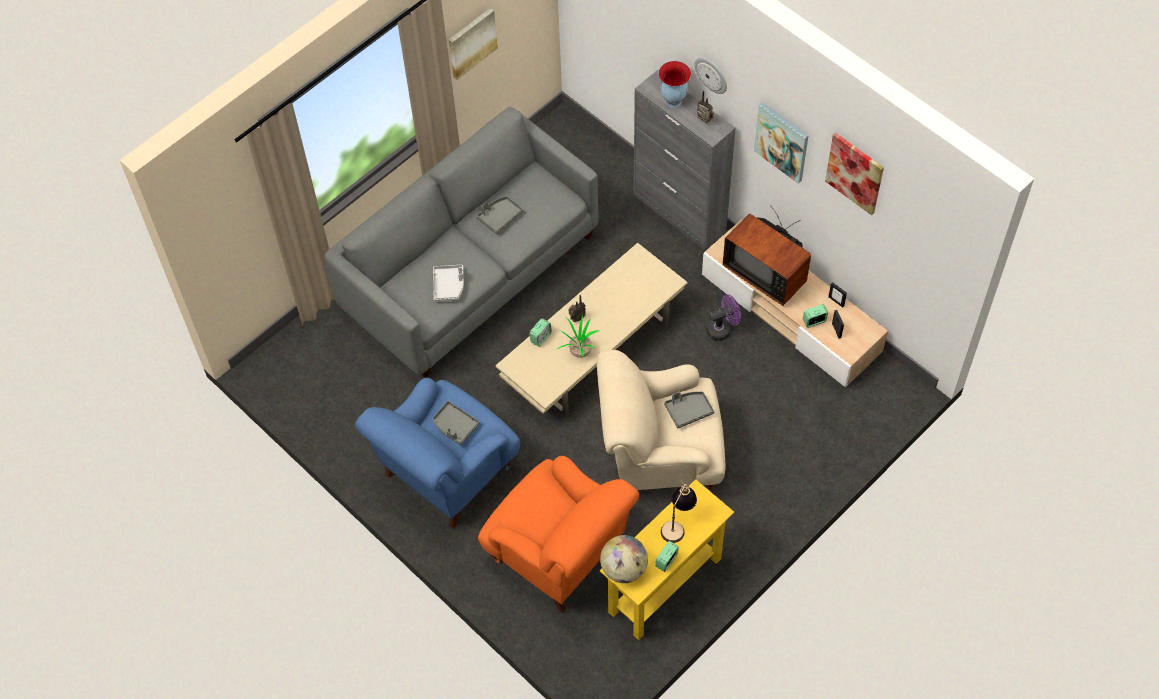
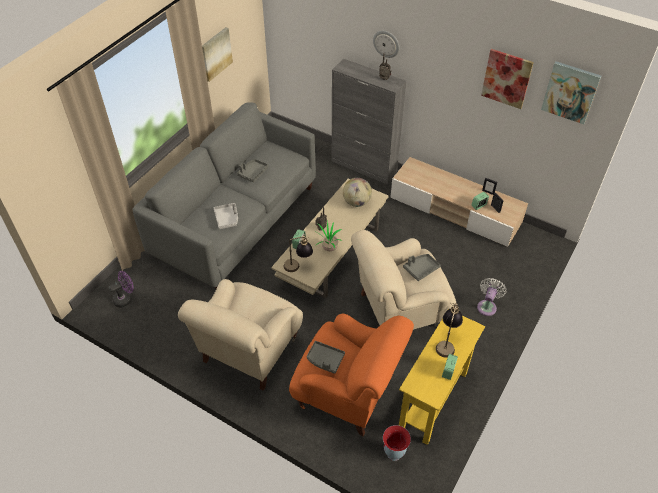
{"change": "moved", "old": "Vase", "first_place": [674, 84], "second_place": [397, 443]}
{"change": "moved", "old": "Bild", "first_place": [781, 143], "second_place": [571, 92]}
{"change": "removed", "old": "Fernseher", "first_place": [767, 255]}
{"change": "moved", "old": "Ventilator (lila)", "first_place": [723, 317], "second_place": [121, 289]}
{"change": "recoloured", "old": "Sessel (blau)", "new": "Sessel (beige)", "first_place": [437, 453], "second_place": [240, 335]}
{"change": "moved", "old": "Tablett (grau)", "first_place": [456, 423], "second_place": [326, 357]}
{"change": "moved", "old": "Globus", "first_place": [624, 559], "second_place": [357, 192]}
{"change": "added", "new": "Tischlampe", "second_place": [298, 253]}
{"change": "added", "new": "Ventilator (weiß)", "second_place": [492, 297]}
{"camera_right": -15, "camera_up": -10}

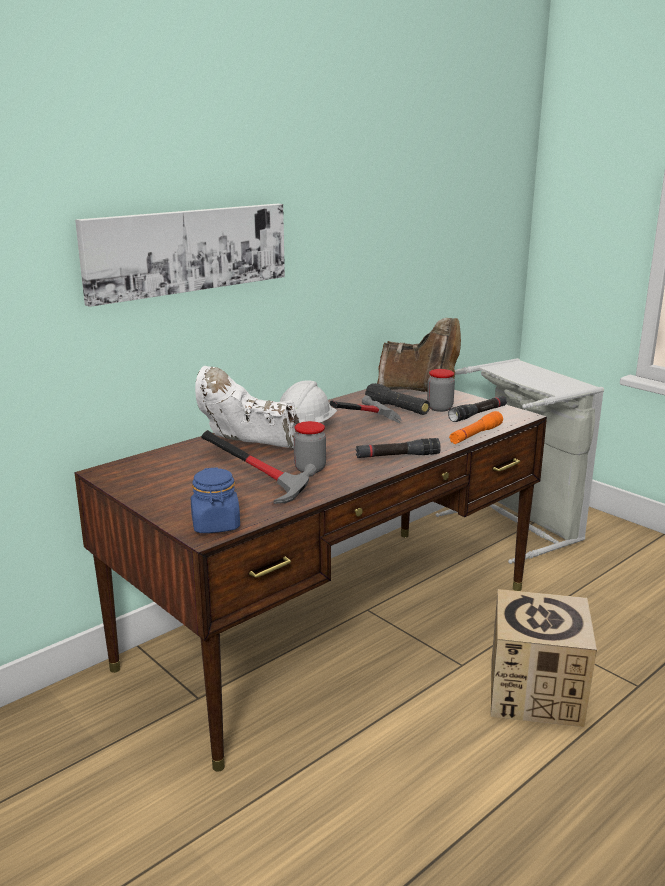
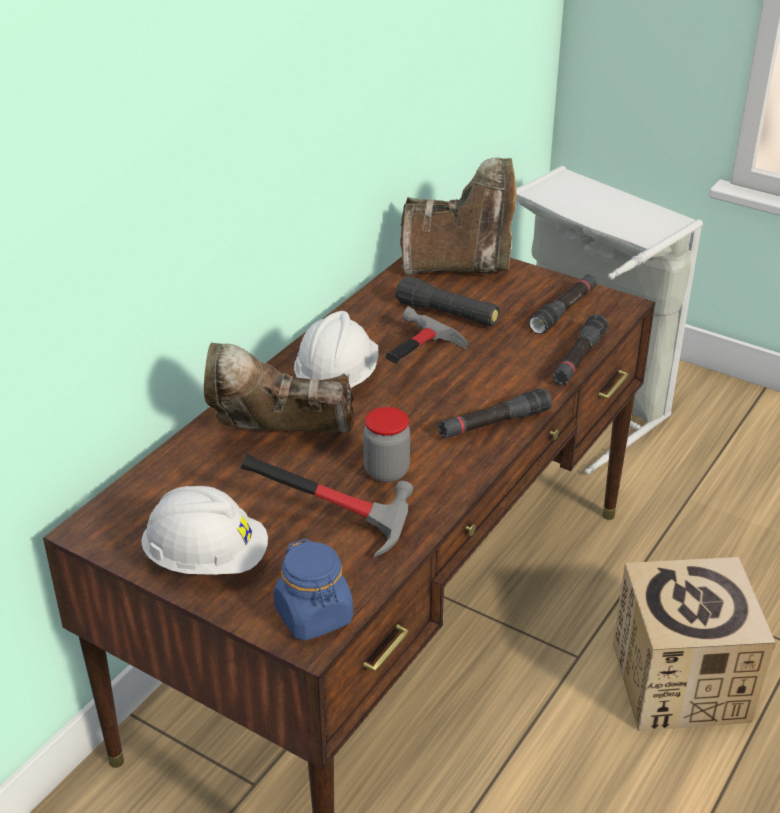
{"change": "removed", "old": "Bild", "first_place": [180, 255]}
{"change": "recoloured", "old": "Stiefel (weiß)", "new": "Stiefel (braun)", "first_place": [247, 407], "second_place": [279, 388]}
{"change": "removed", "old": "Vorratsglas", "first_place": [441, 390]}
{"change": "recoloured", "old": "Taschenlampe (orange)", "new": "Taschenlampe (schwarz)", "first_place": [476, 427], "second_place": [580, 350]}
{"change": "added", "new": "Schutzhelm (weiß)", "second_place": [204, 530]}
{"camera_right": -15, "camera_up": 15}

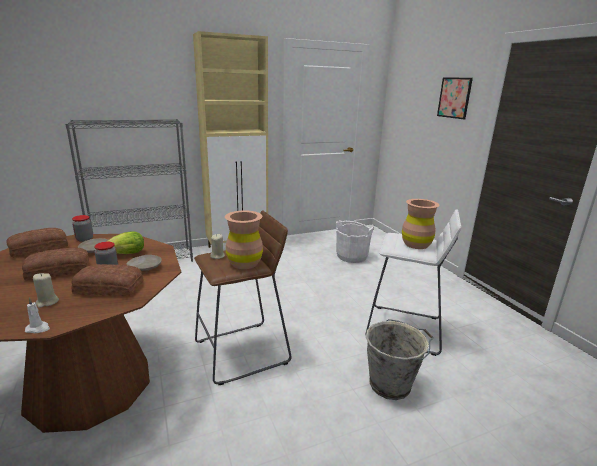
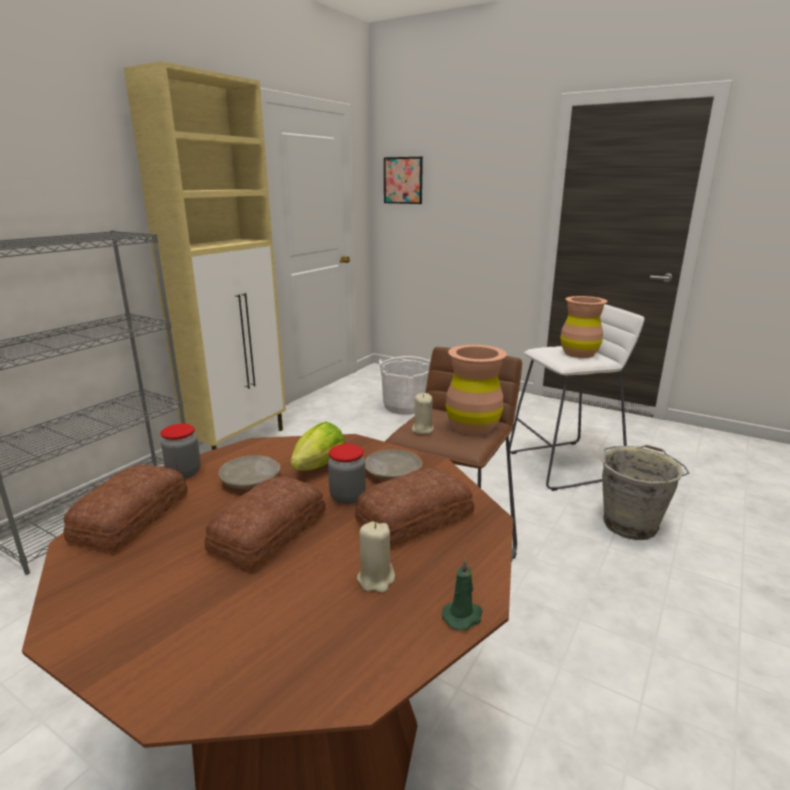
{"change": "moved", "old": "Bild", "first_place": [455, 98], "second_place": [403, 180]}
{"change": "recoloured", "old": "Kerze (weiß)", "new": "Kerze (grün)", "first_place": [37, 315], "second_place": [462, 594]}
{"camera_right": -35, "camera_up": 0}

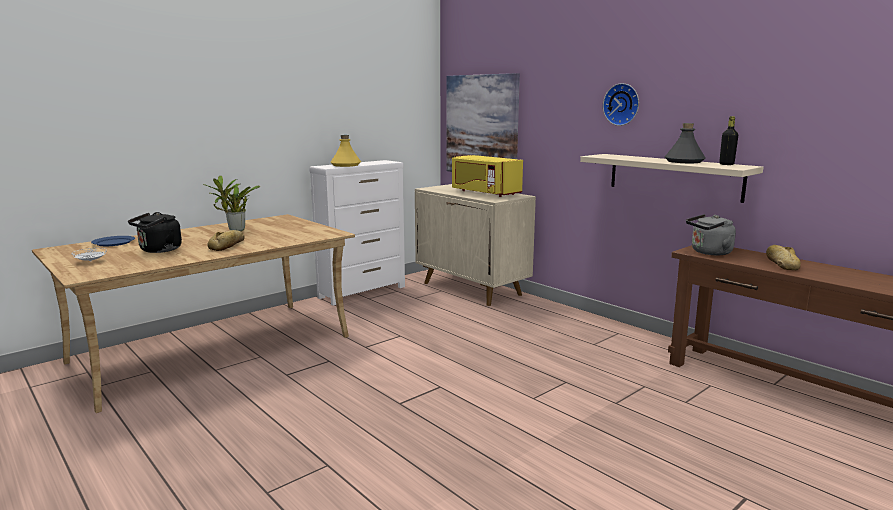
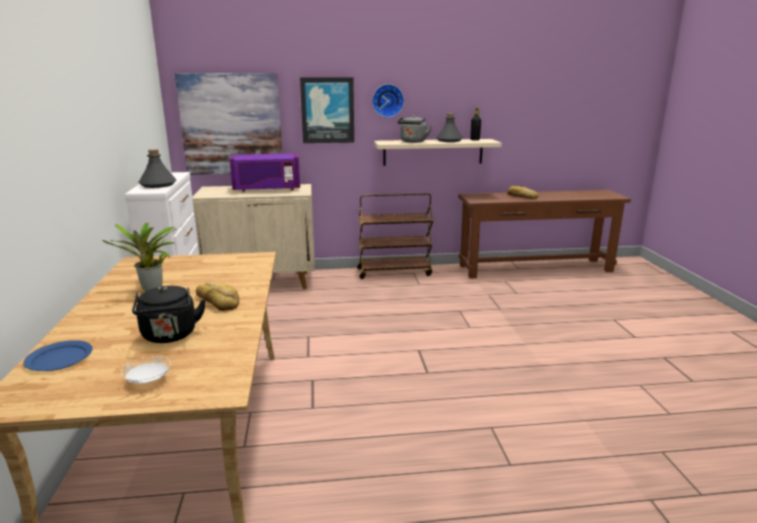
{"change": "recoloured", "old": "Flasche (gelb)", "new": "Flasche (grau)", "first_place": [346, 151], "second_place": [157, 168]}
{"change": "recoloured", "old": "Mikrowelle (gelb)", "new": "Mikrowelle (lila)", "first_place": [487, 176], "second_place": [265, 172]}
{"change": "moved", "old": "Wasserkessel (grau)", "first_place": [711, 234], "second_place": [414, 129]}
{"change": "added", "new": "Bild", "second_place": [327, 110]}
{"change": "added", "new": "Rollwagen (braun)", "second_place": [395, 236]}
{"camera_right": -55, "camera_up": 5}

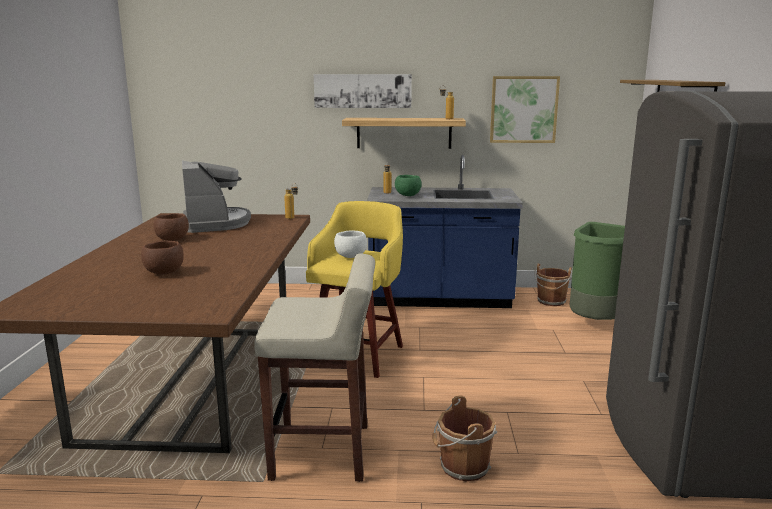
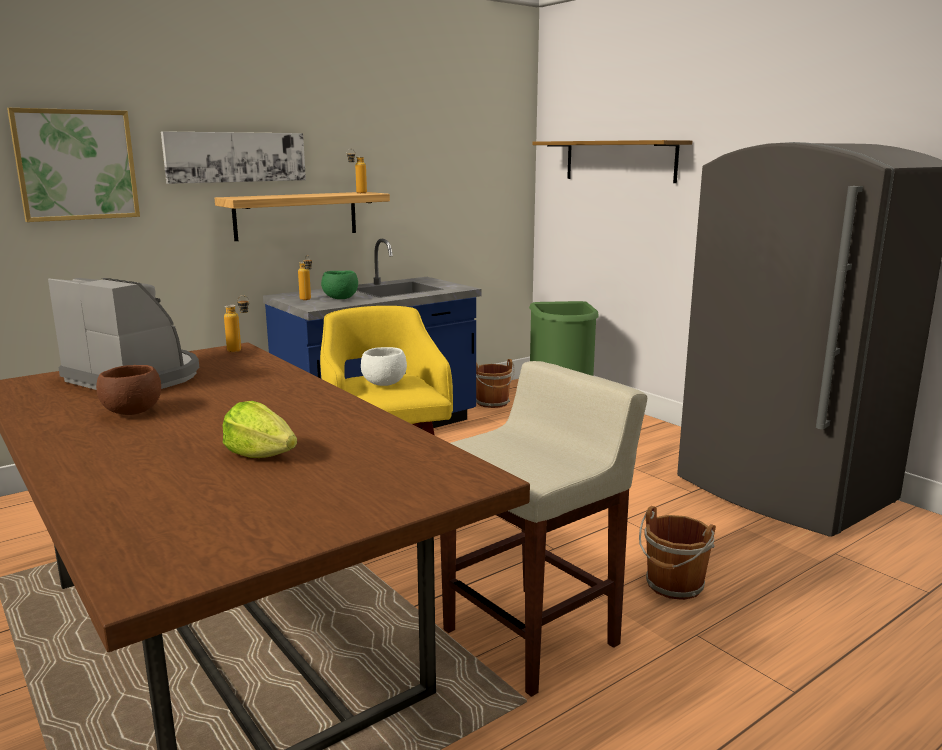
{"change": "moved", "old": "Bild", "first_place": [525, 109], "second_place": [73, 165]}
{"change": "replaced", "old": "Schüssel (braun)", "new": "Salatkopf", "first_place": [162, 258], "second_place": [259, 429]}
{"camera_right": -40, "camera_up": 0}

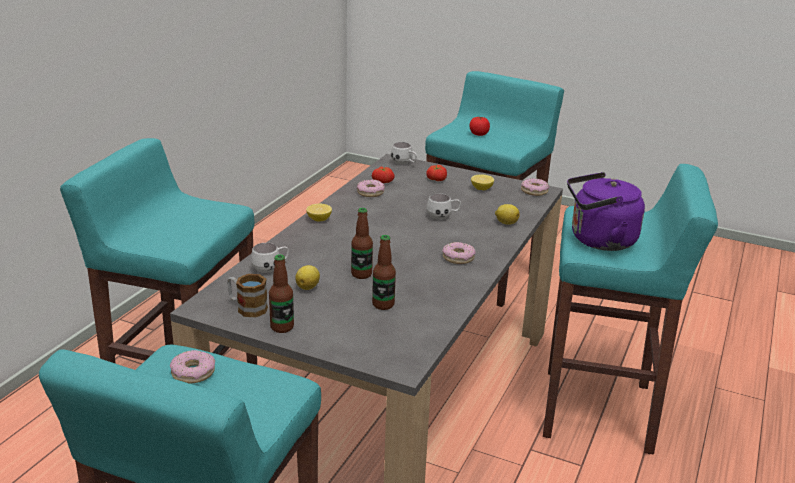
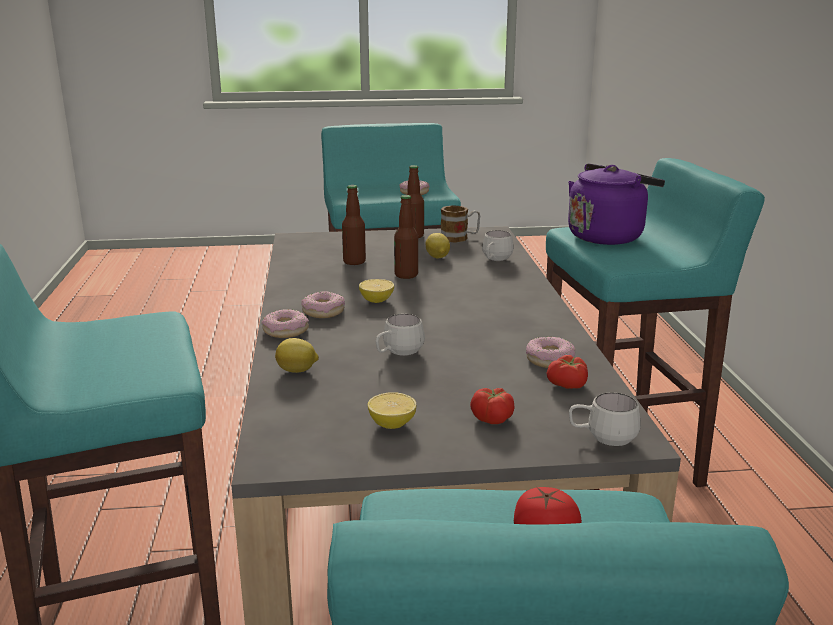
{"change": "moved", "old": "Wasserkessel (lila)", "first_place": [606, 211], "second_place": [616, 204]}
{"change": "moved", "old": "Donut", "first_place": [535, 187], "second_place": [285, 323]}
{"change": "moved", "old": "Zitrone", "first_place": [319, 213], "second_place": [376, 291]}
{"camera_right": 150, "camera_up": -5}

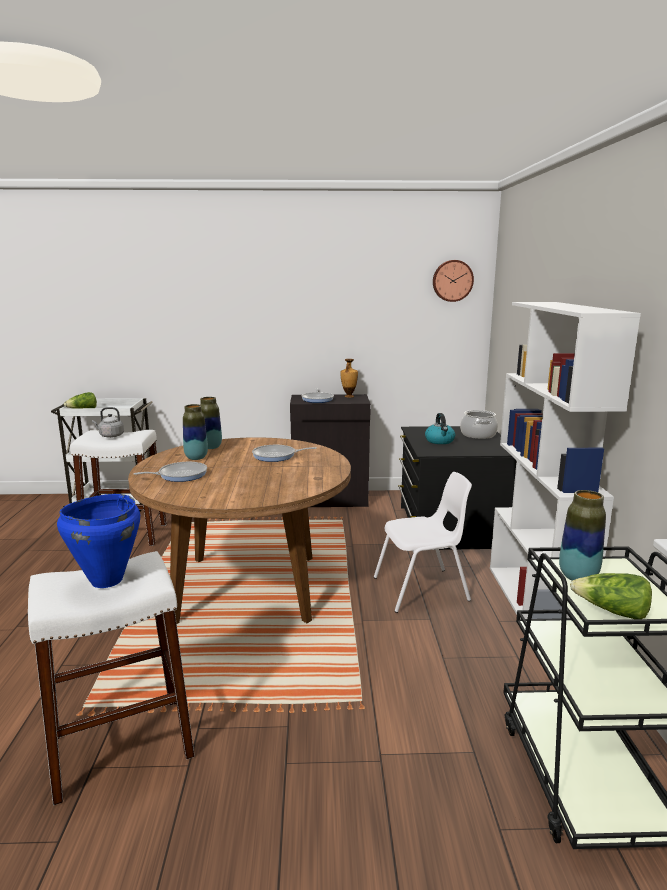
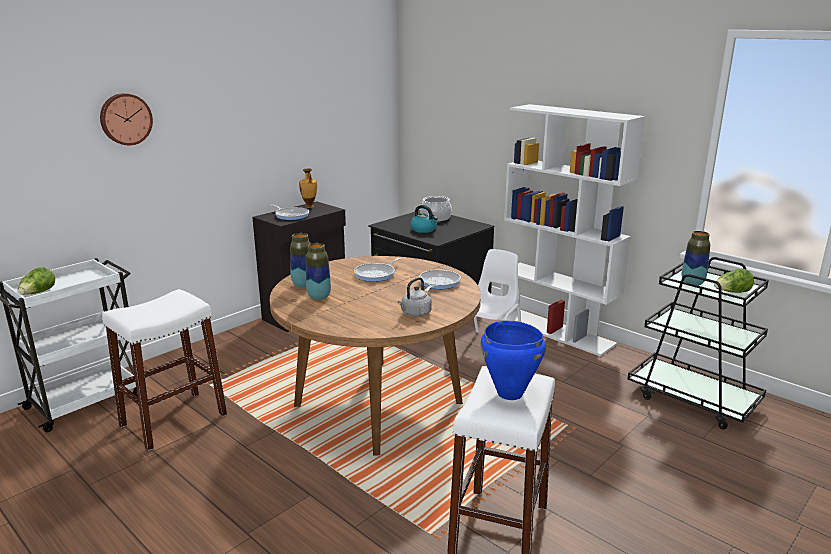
{"change": "moved", "old": "Wanduhr", "first_place": [453, 281], "second_place": [126, 119]}
{"change": "moved", "old": "Wasserkessel (grau)", "first_place": [108, 422], "second_place": [414, 297]}
{"change": "moved", "old": "Pfanne", "first_place": [170, 472], "second_place": [440, 281]}
{"camera_right": -45, "camera_up": 5}

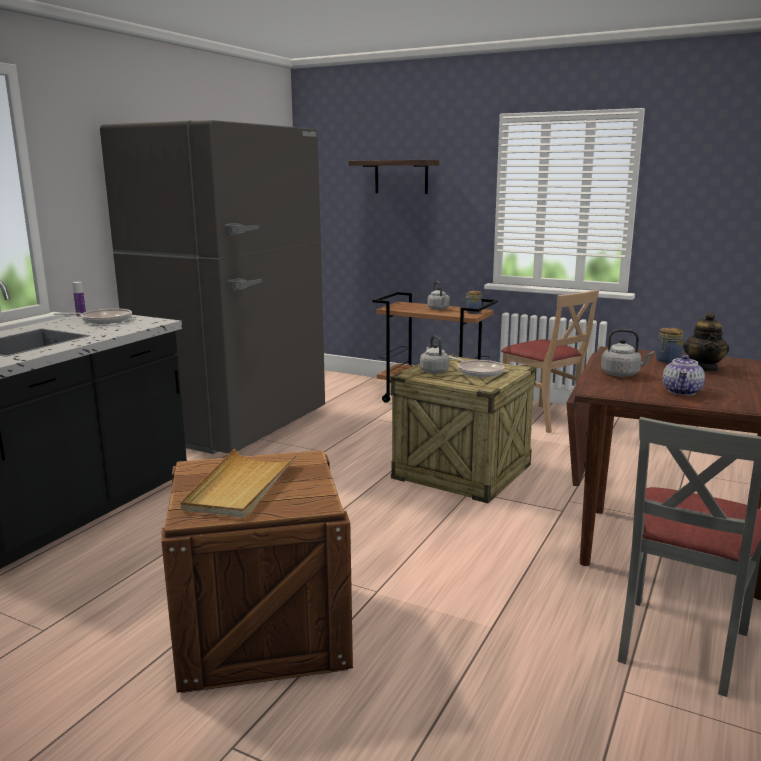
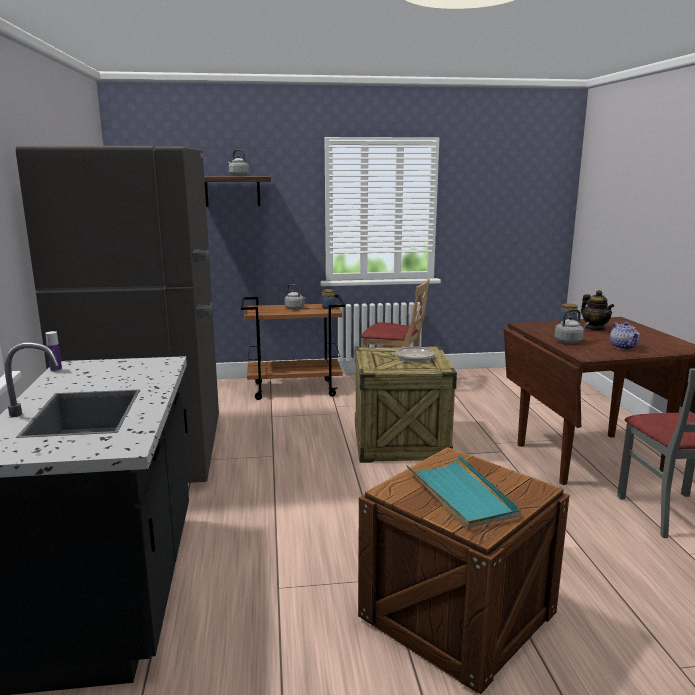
{"change": "removed", "old": "Pfanne", "first_place": [93, 316]}
{"change": "moved", "old": "Wasserkessel (grau)", "first_place": [434, 354], "second_place": [238, 163]}
{"change": "recoloured", "old": "Tablett (beige)", "new": "Tablett (türkis)", "first_place": [238, 483], "second_place": [463, 492]}
{"camera_right": -35, "camera_up": 0}

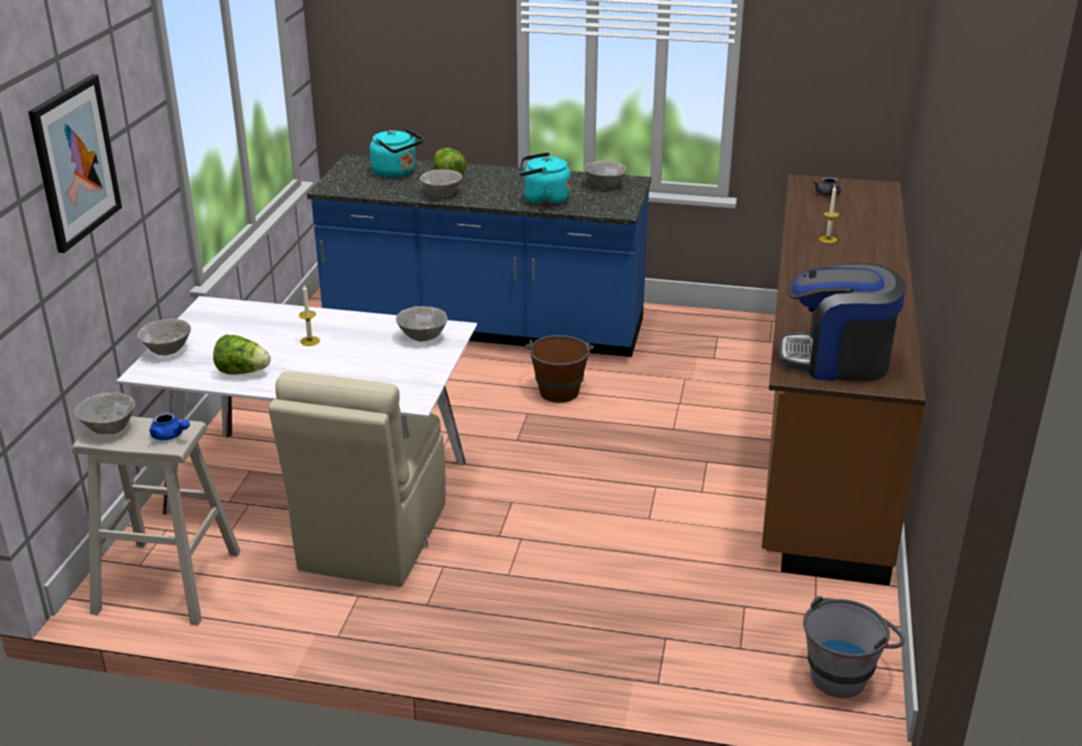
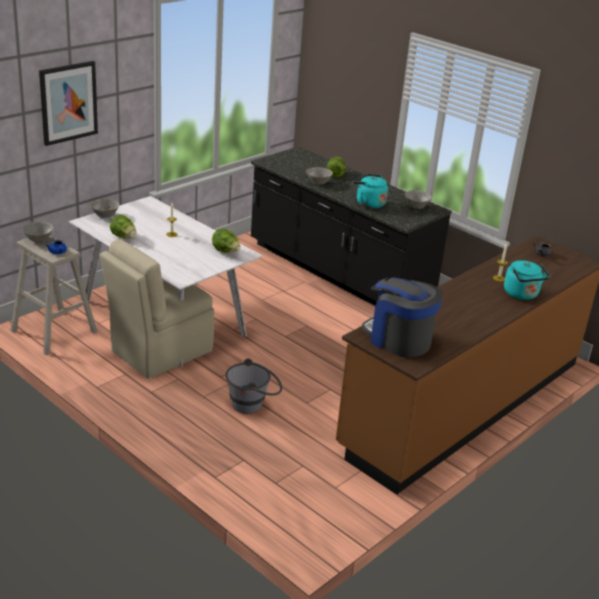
{"change": "moved", "old": "Wasserkessel (türkis)", "first_place": [396, 153], "second_place": [527, 280]}
{"change": "recoloured", "old": "Küchenzeile (blau)", "new": "Küchenzeile (schwarz)", "first_place": [479, 255], "second_place": [351, 226]}
{"change": "replaced", "old": "Schüssel (grau)", "new": "Salatkopf", "first_place": [422, 323], "second_place": [226, 240]}
{"change": "removed", "old": "Eimer (braun)", "first_place": [559, 369]}
{"change": "moved", "old": "Eimer (grau)", "first_place": [854, 647], "second_place": [254, 386]}
{"camera_right": 30, "camera_up": 0}

